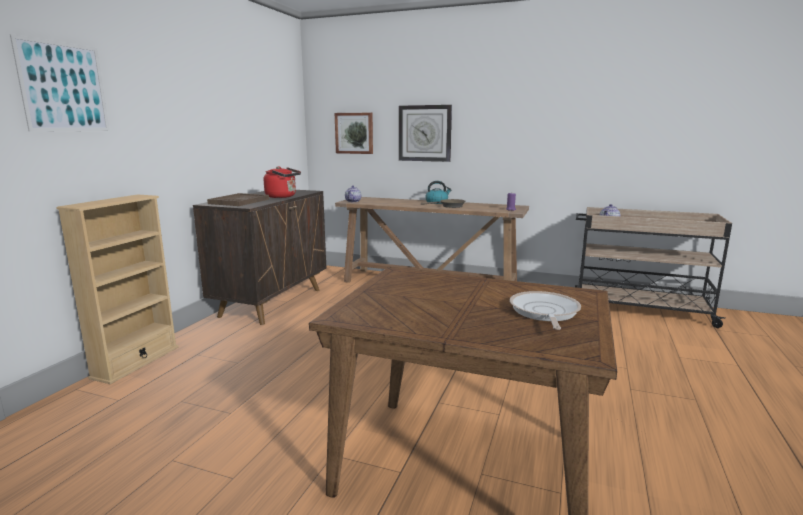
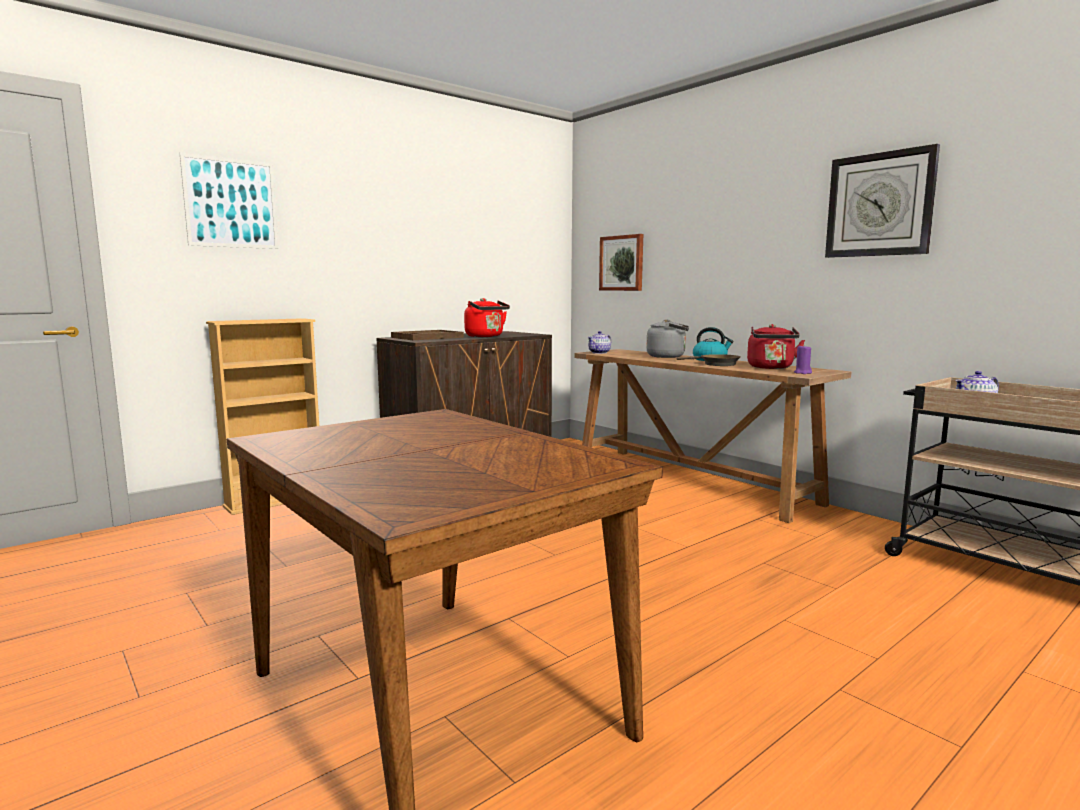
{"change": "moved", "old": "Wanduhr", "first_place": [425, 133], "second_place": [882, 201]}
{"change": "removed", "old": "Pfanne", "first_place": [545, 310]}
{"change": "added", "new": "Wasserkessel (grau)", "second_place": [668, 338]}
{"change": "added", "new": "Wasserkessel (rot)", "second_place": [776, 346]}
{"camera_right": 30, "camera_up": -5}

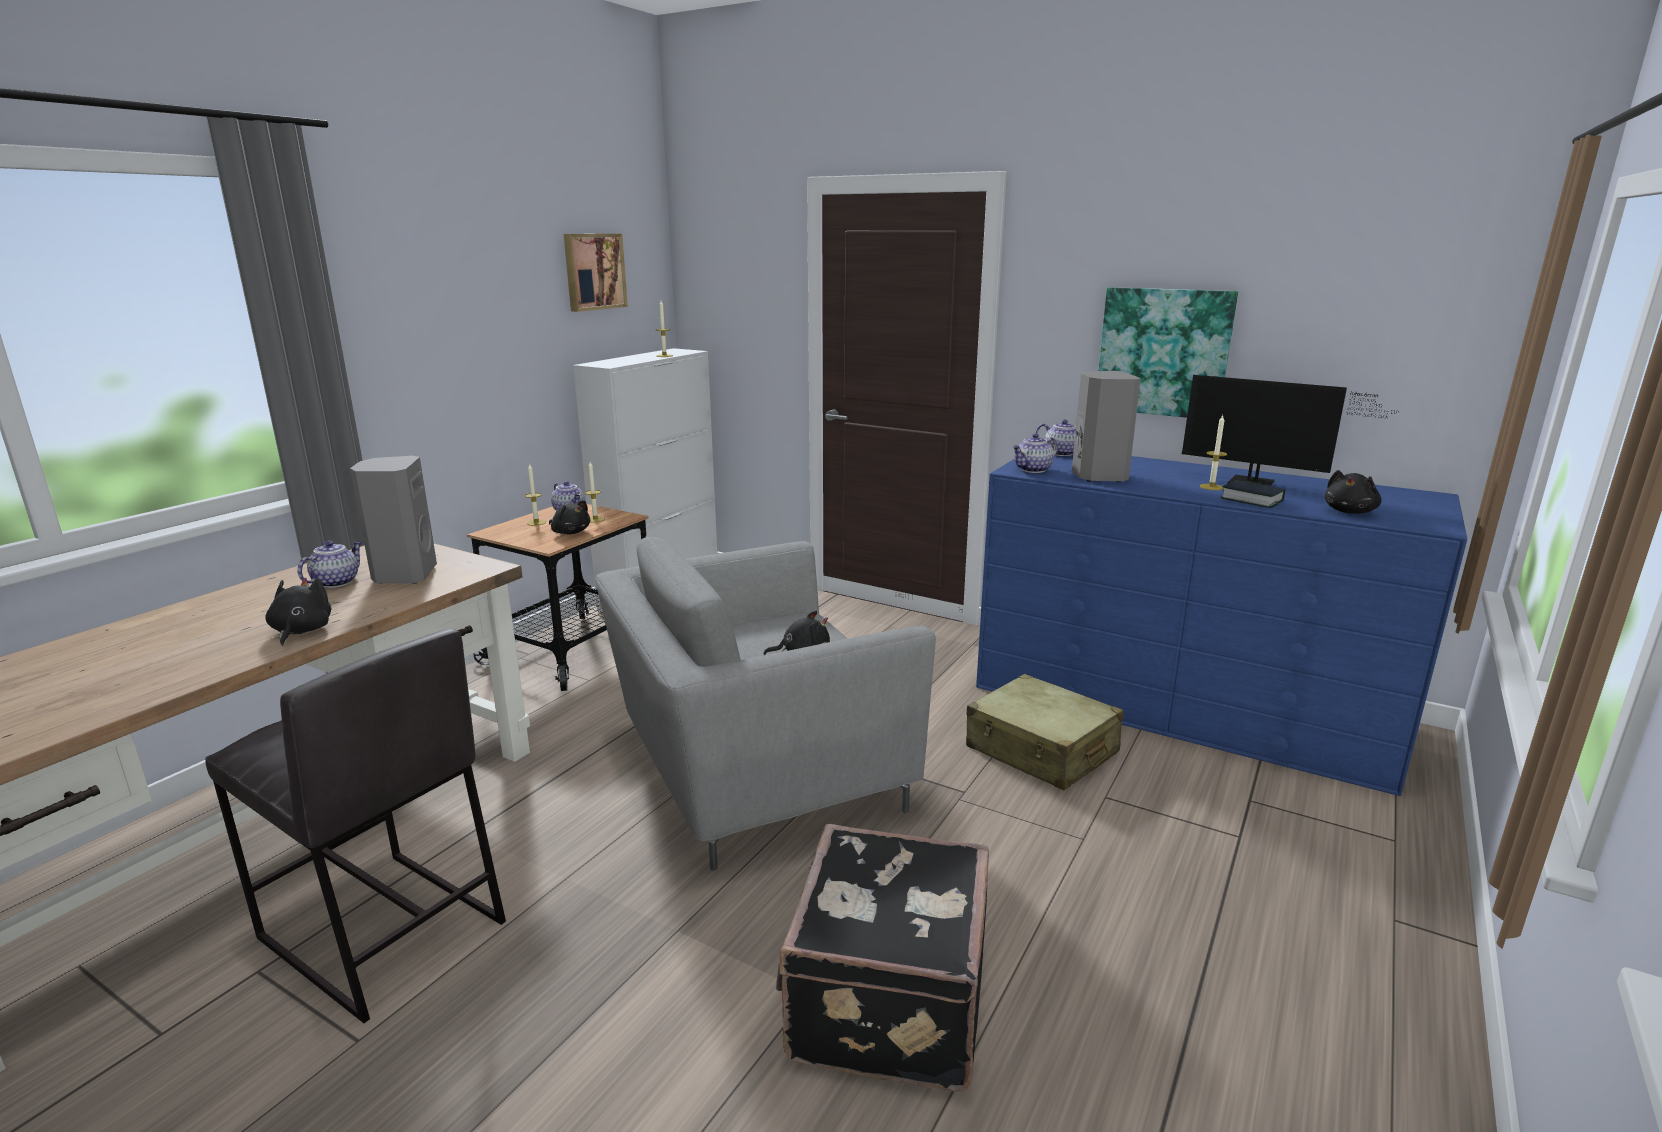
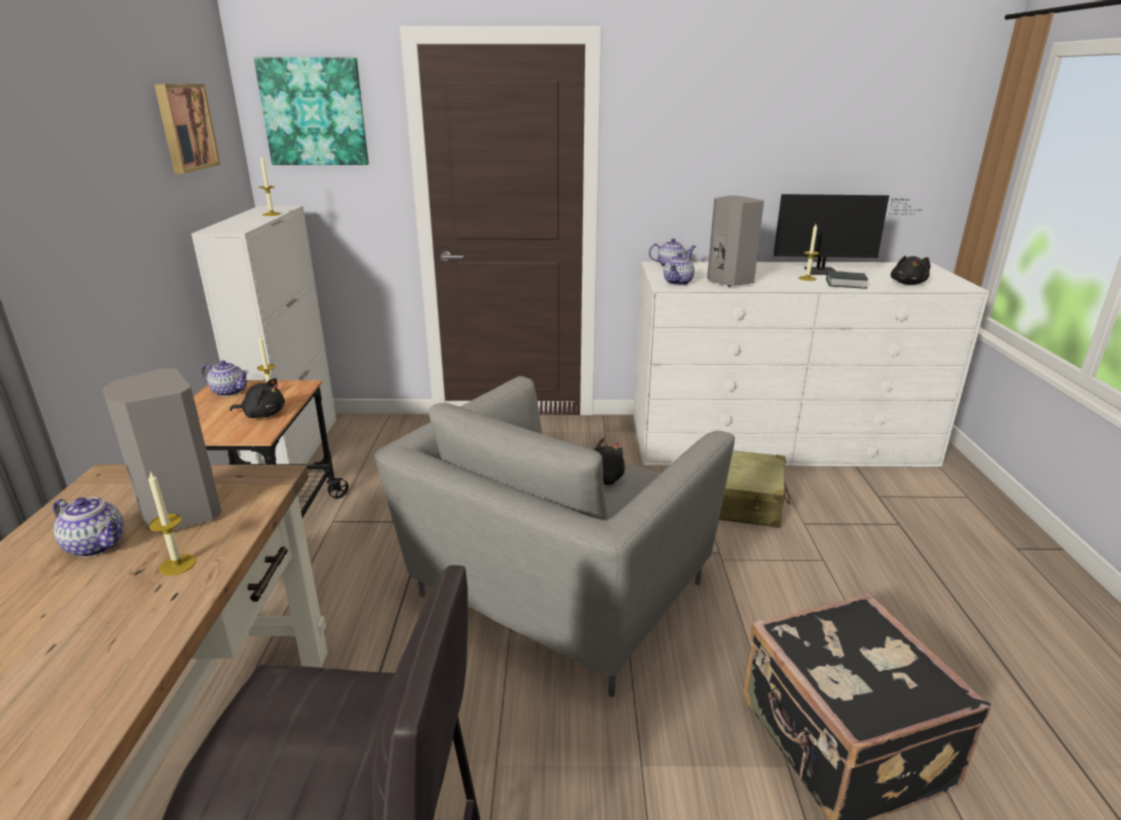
{"change": "moved", "old": "Bild", "first_place": [1168, 352], "second_place": [311, 111]}
{"change": "recoloured", "old": "Kommode (blau)", "new": "Kommode (weiß)", "first_place": [1221, 625], "second_place": [811, 364]}
{"change": "moved", "old": "Kerze", "first_place": [535, 494], "second_place": [172, 523]}
{"change": "turned", "old": "Teekanne", "first_place": [329, 564], "second_place": [88, 527], "degrees": 120}
{"change": "removed", "old": "Plüschtier (schwarz)", "first_place": [299, 611]}
{"camera_right": -30, "camera_up": 5}

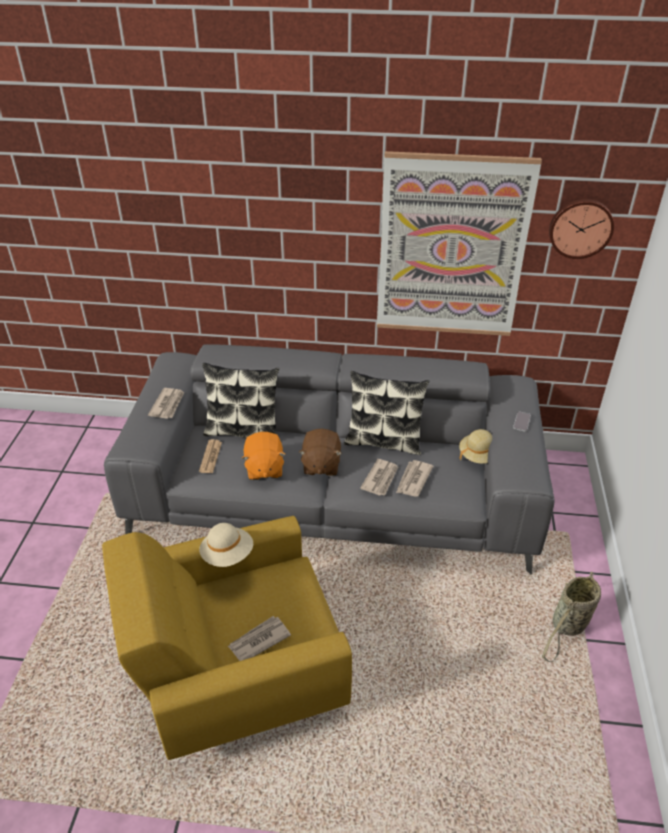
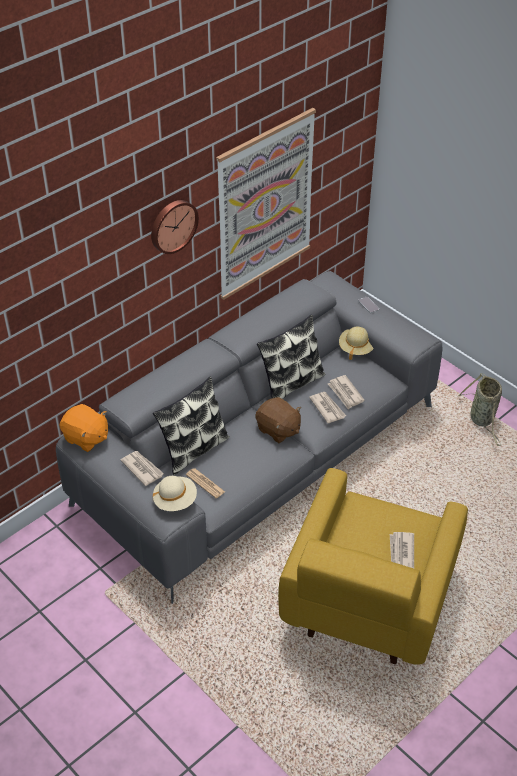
{"change": "moved", "old": "Wanduhr", "first_place": [581, 229], "second_place": [175, 227]}
{"change": "moved", "old": "Plüschtier (orange)", "first_place": [264, 456], "second_place": [84, 428]}
{"change": "moved", "old": "Hut (beige)", "first_place": [226, 545], "second_place": [175, 493]}
{"camera_right": -50, "camera_up": 5}

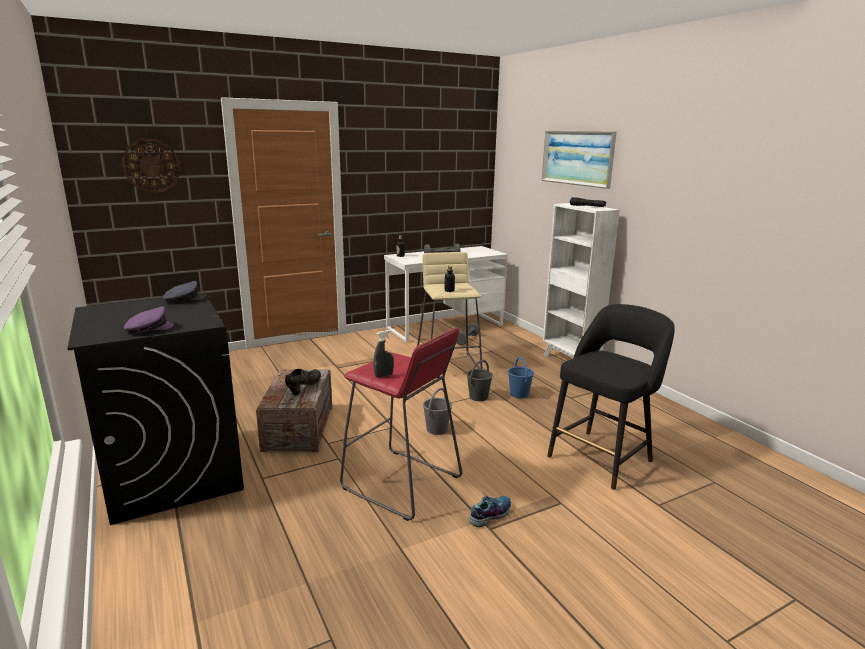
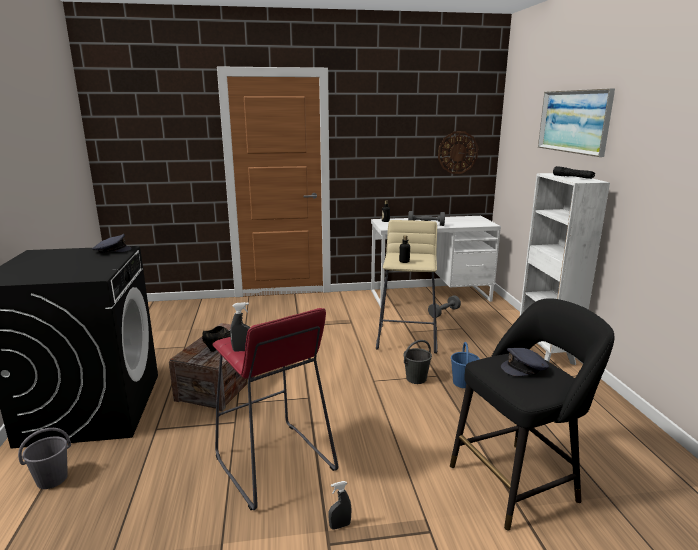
{"change": "moved", "old": "Wanduhr", "first_place": [151, 166], "second_place": [458, 152]}
{"change": "removed", "old": "Kappe (lila)", "first_place": [149, 319]}
{"change": "moved", "old": "Eimer (grau)", "first_place": [437, 411], "second_place": [44, 458]}
{"change": "replaced", "old": "Schuh", "new": "Sprühflasche (grau)", "first_place": [490, 510], "second_place": [339, 505]}
{"change": "added", "new": "Kappe (grau)", "second_place": [525, 362]}
{"camera_right": 20, "camera_up": 0}

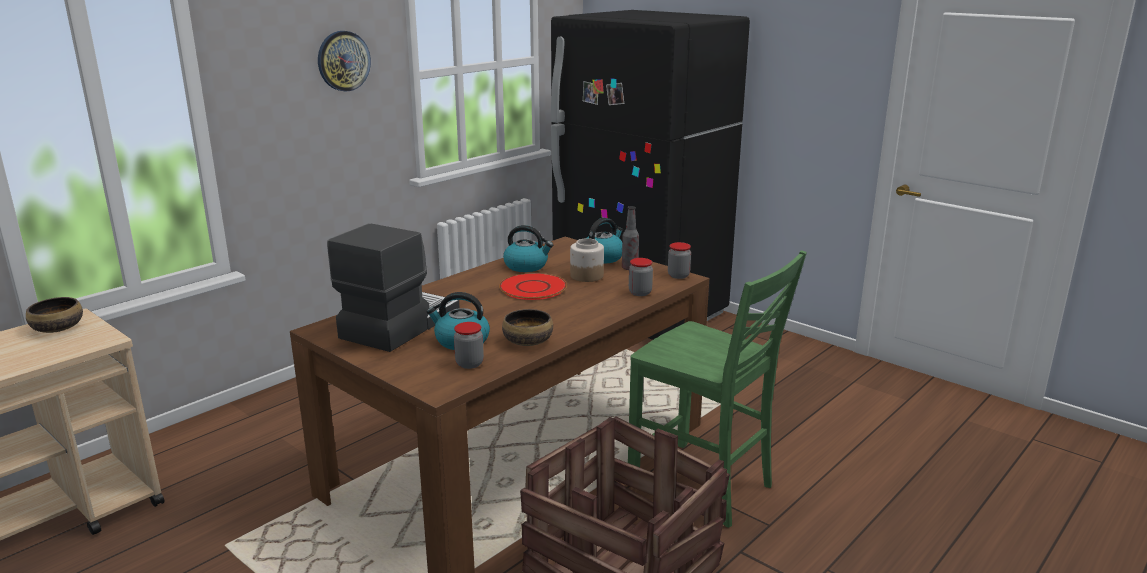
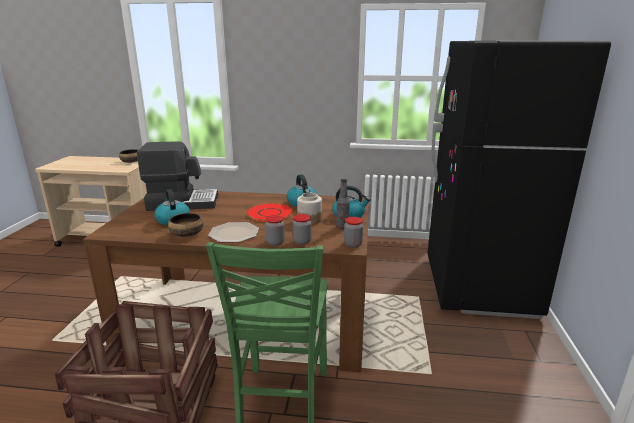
{"change": "removed", "old": "Wanduhr", "first_place": [344, 61]}
{"change": "moved", "old": "Vorratsglas", "first_place": [469, 345], "second_place": [275, 230]}
{"change": "added", "new": "Teller", "second_place": [233, 232]}
{"camera_right": 55, "camera_up": 0}

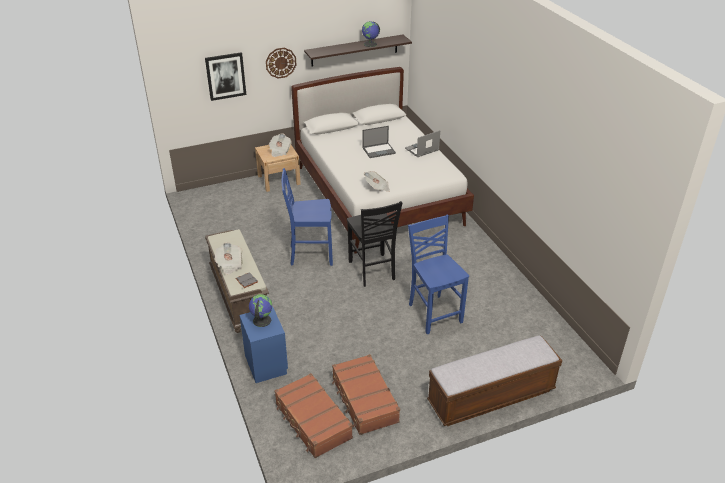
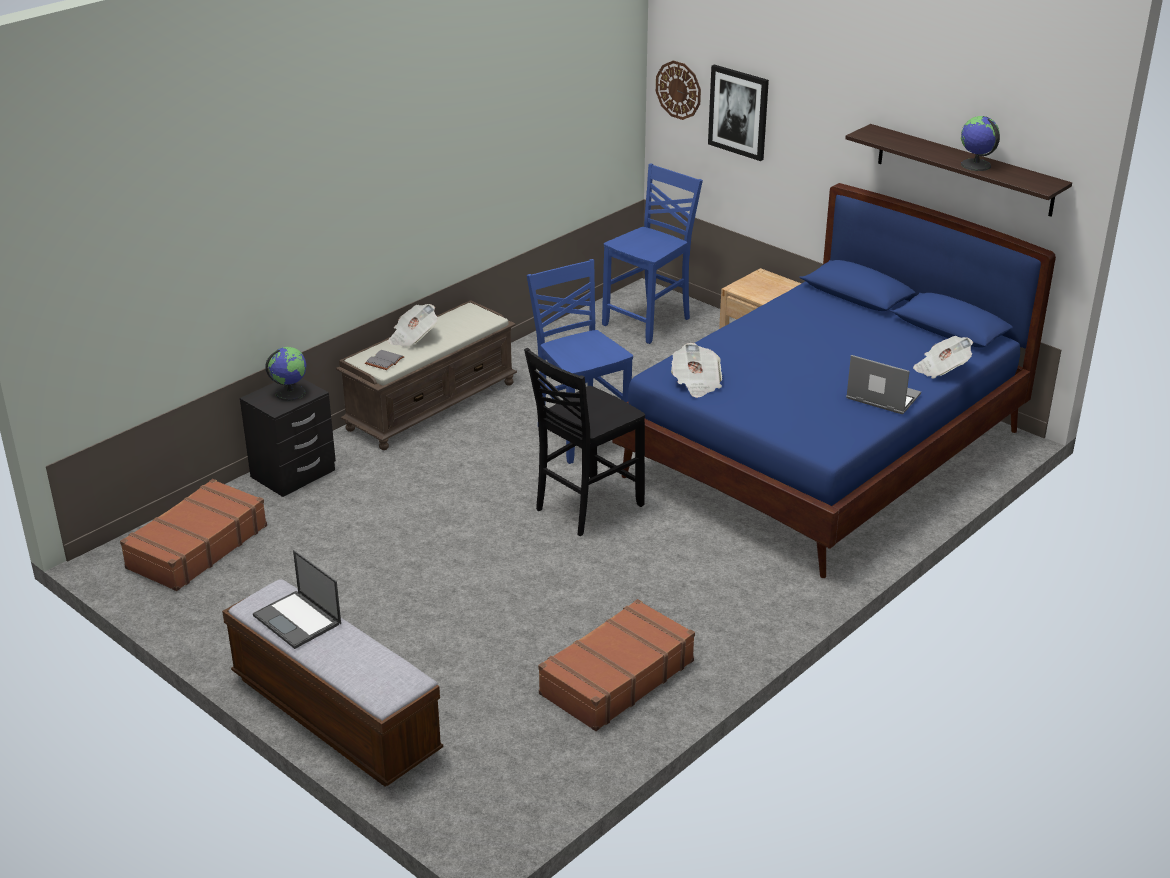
{"change": "moved", "old": "Wanduhr", "first_place": [281, 63], "second_place": [678, 90]}
{"change": "recoloured", "old": "Bett (weiß)", "new": "Bett (blau)", "first_place": [382, 160], "second_place": [834, 380]}
{"change": "moved", "old": "Laptop", "first_place": [379, 142], "second_place": [297, 599]}
{"change": "moved", "old": "Zeitung", "first_place": [280, 145], "second_place": [943, 357]}
{"change": "moved", "old": "Stuhl (blau)", "first_place": [438, 274], "second_place": [652, 253]}
{"change": "recoloured", "old": "Nachttisch (blau)", "new": "Nachttisch (schwarz)", "first_place": [264, 344], "second_place": [288, 437]}
{"change": "moved", "old": "Koffer (braun)", "first_place": [366, 394], "second_place": [616, 665]}
{"camera_right": 65, "camera_up": -5}

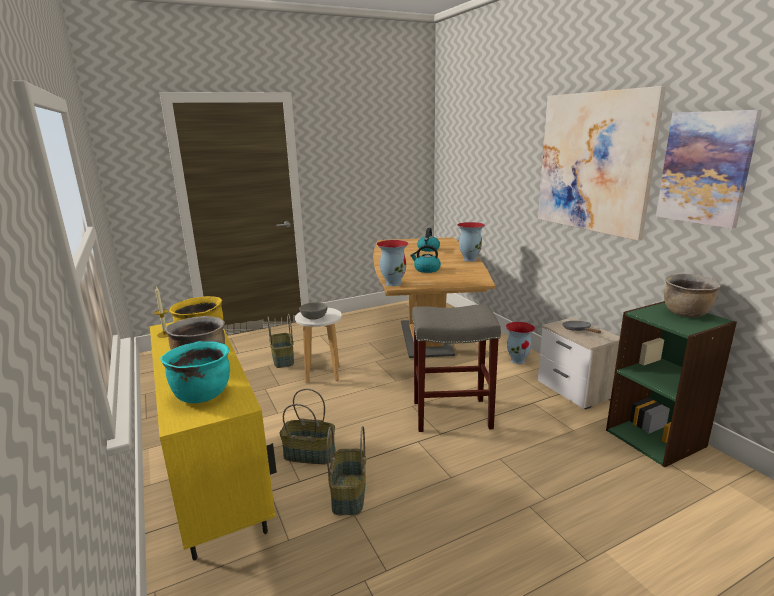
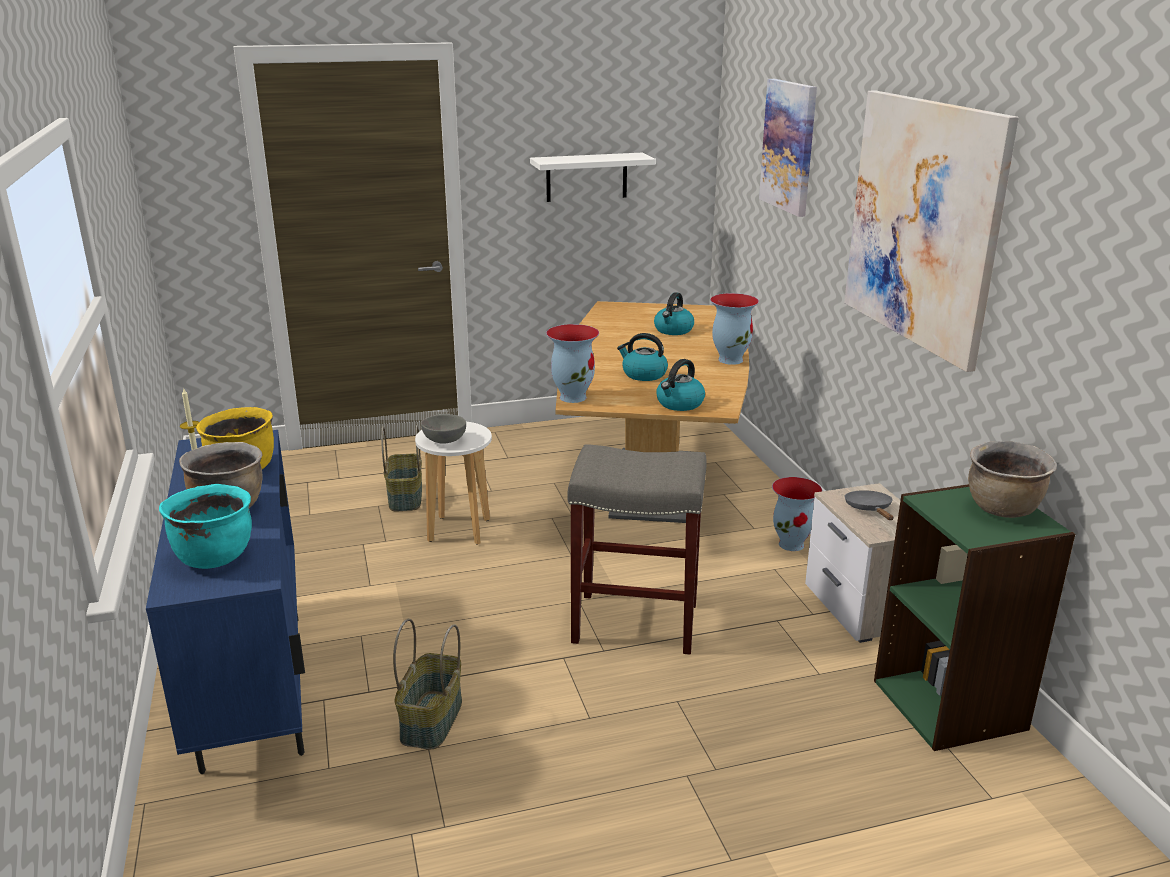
{"change": "moved", "old": "Bild", "first_place": [709, 169], "second_place": [788, 148]}
{"change": "recoloured", "old": "Schrank (gelb)", "new": "Schrank (blau)", "first_place": [213, 441], "second_place": [225, 602]}
{"change": "removed", "old": "Korb", "first_place": [307, 426]}
{"change": "added", "new": "Wandregal (weiß)", "second_place": [593, 177]}
{"change": "added", "new": "Wasserkessel", "second_place": [680, 385]}
{"camera_right": 10, "camera_up": 5}

